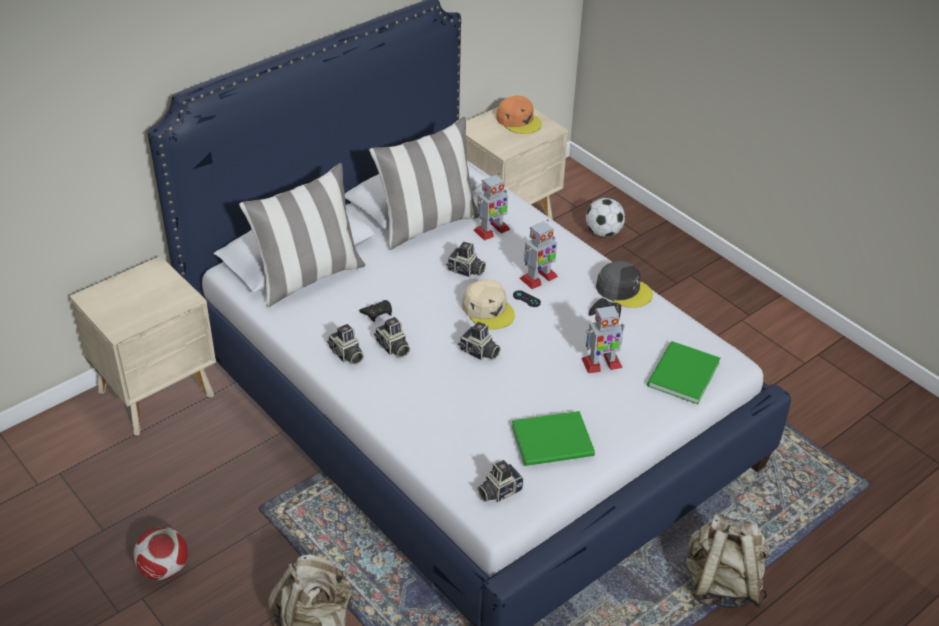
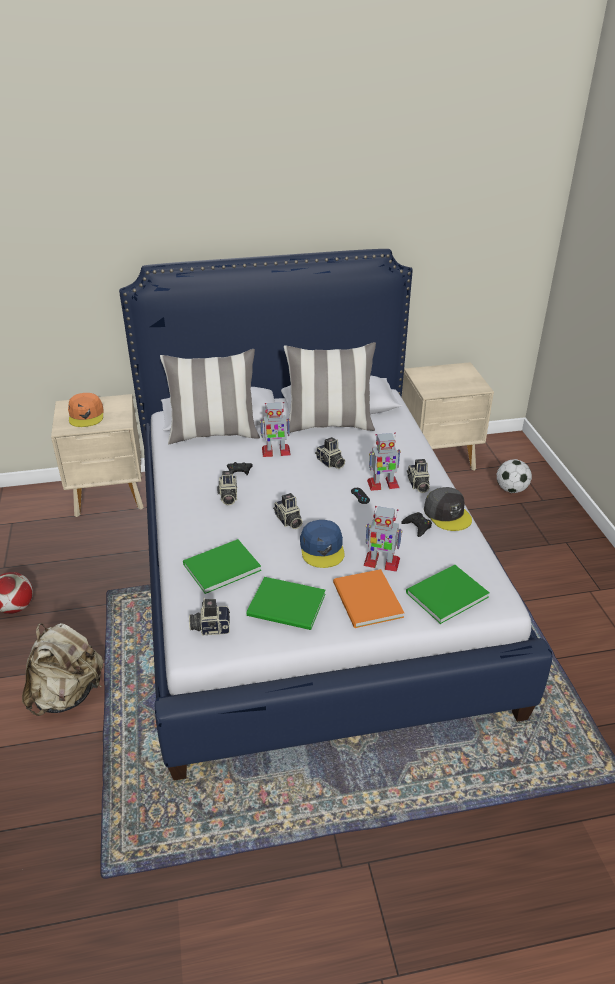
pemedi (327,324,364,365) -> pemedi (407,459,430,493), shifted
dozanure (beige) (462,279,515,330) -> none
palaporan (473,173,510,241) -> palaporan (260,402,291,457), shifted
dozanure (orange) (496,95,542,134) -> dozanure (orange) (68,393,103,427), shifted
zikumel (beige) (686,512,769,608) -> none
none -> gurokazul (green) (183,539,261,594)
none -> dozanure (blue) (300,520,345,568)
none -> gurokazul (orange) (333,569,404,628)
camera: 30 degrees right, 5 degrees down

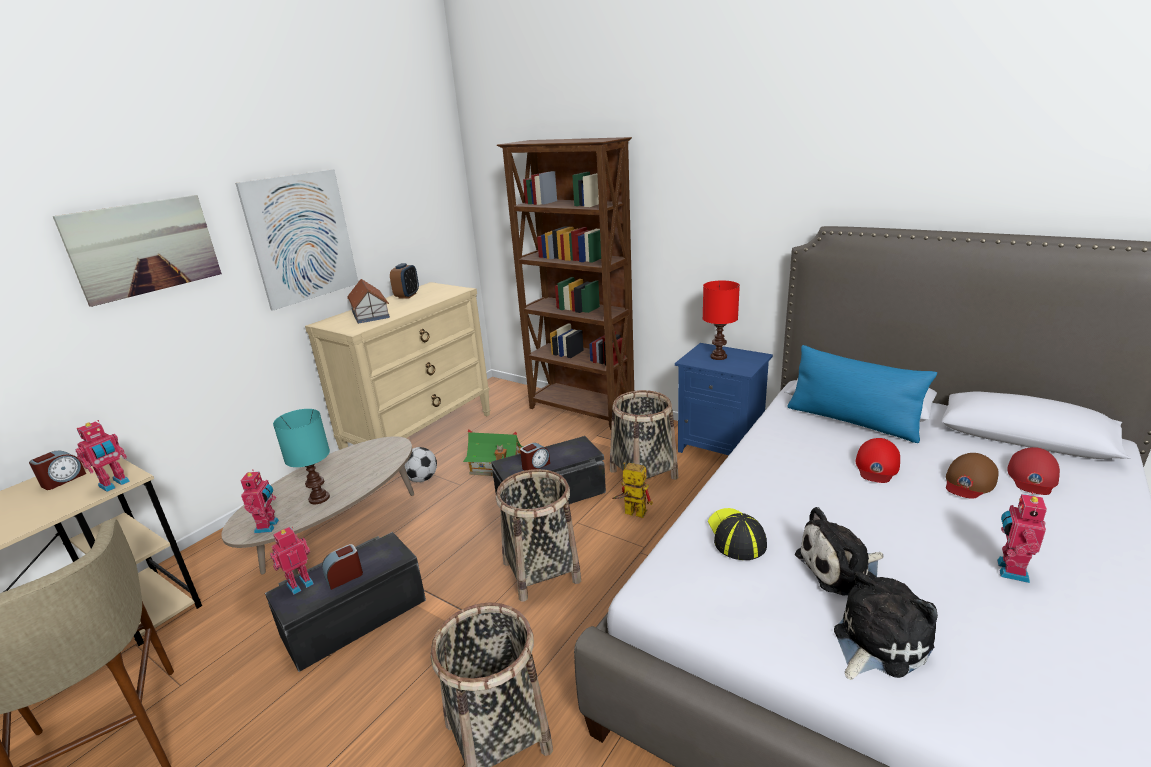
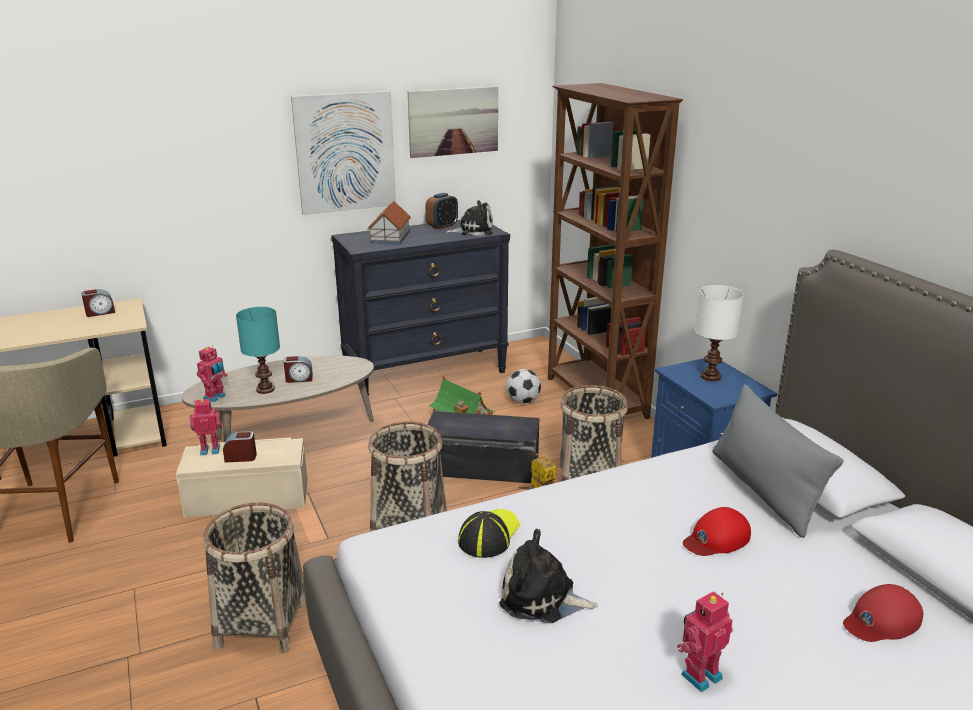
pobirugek (53,195,222,307) -> pobirugek (408,86,498,158), shifted
palaporan (76,420,130,492) -> none
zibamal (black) (265,532,426,672) -> zibamal (beige) (176,437,308,518)
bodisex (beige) (305,282,490,450) -> bodisex (black) (331,220,510,395)
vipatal (404,447,437,482) -> vipatal (506,369,541,403), shifted
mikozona (520,443,550,471) -> mikozona (284,356,313,383), shifted
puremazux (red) (703,280,740,360) -> puremazux (white) (695,285,744,381)
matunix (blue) (788,345,937,443) -> matunix (grey) (712,384,844,538)
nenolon (834,571,938,680) -> nenolon (446,200,493,236), shifted
dozanure (brown) (946,453,999,499) -> none
camera: 30 degrees right, 0 degrees up

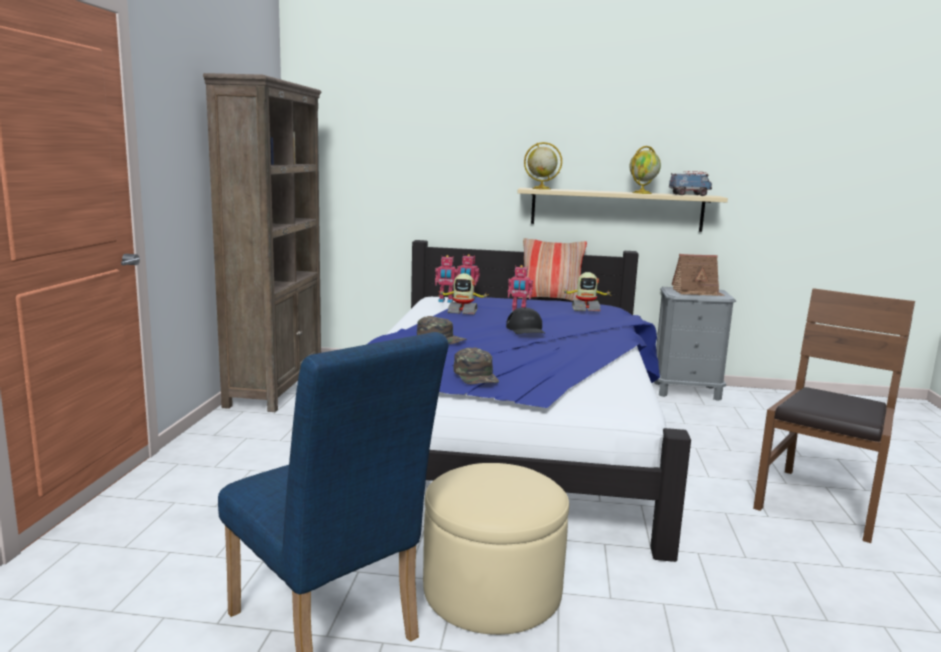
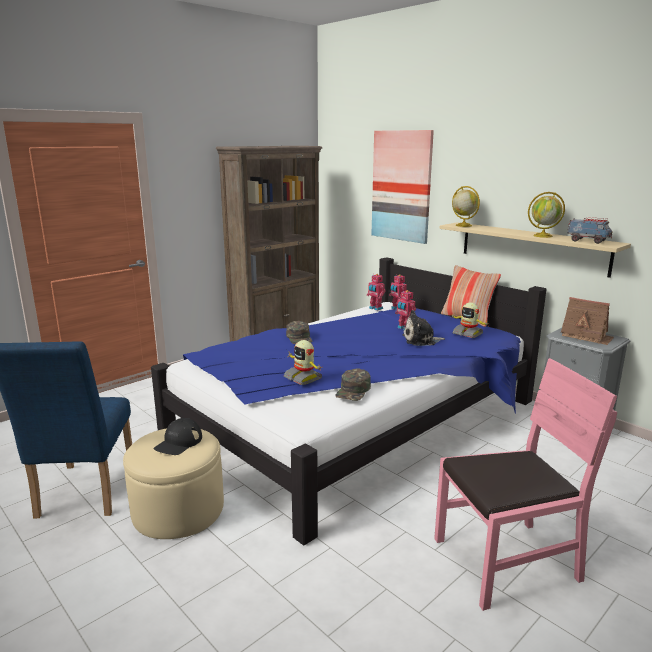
palaporan (440,273,489,315) -> palaporan (284,340,322,385), shifted
dozanure (green) (453,348,499,384) -> dozanure (green) (335,368,371,401), shifted
dozanure (black) (506,307,546,334) -> dozanure (black) (153,418,202,455), shifted
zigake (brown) (753,288,915,543) -> zigake (pink) (434,358,617,611)
none -> pobirugek (371,130,434,244)
none -> nenolon (403,310,445,346)
camera: 40 degrees right, 5 degrees up

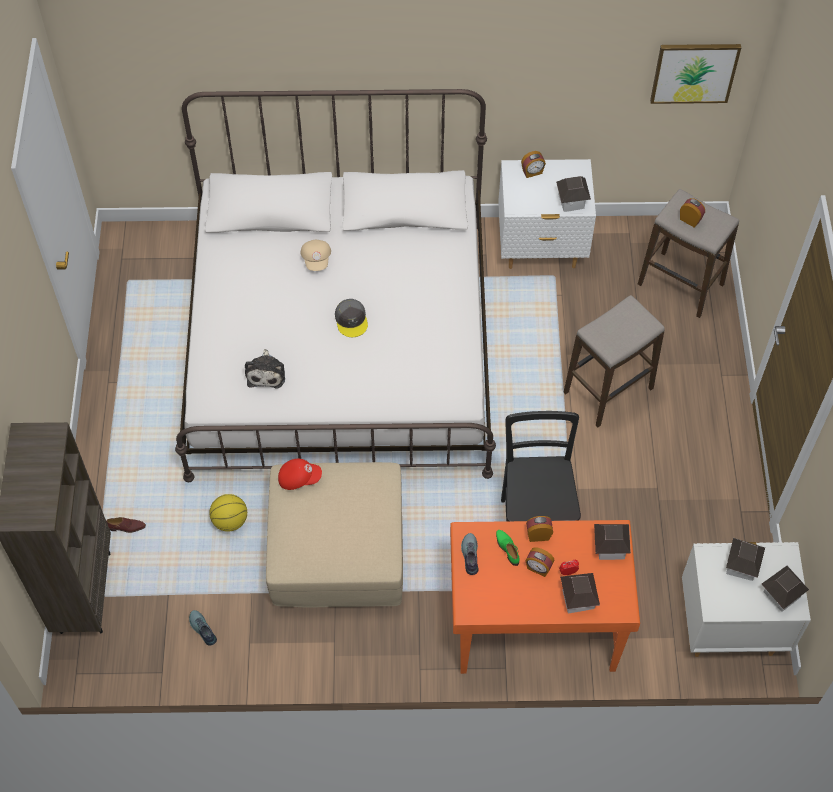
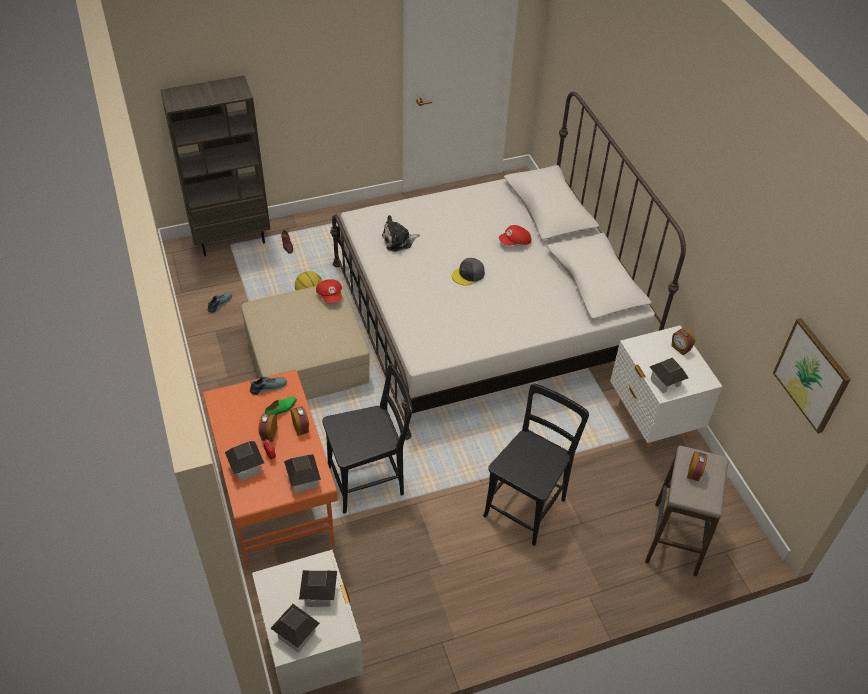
dozanure (beige) (301,240,331,271) -> dozanure (red) (499,225,531,246)
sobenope (564,295,665,427) -> zigake (black) (483,383,589,546)
camera: 70 degrees right, 10 degrees down

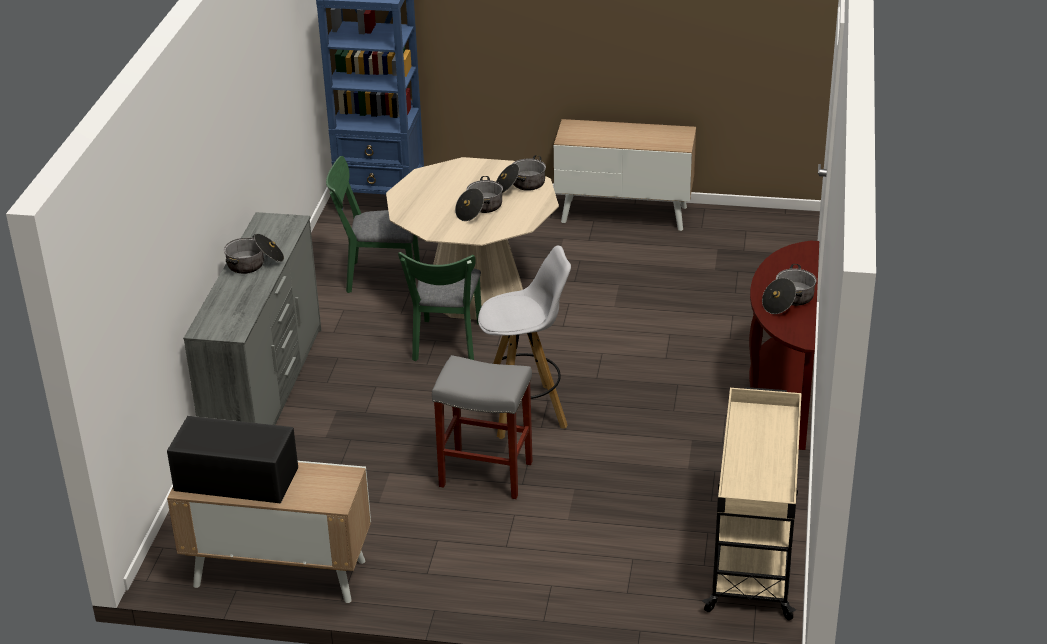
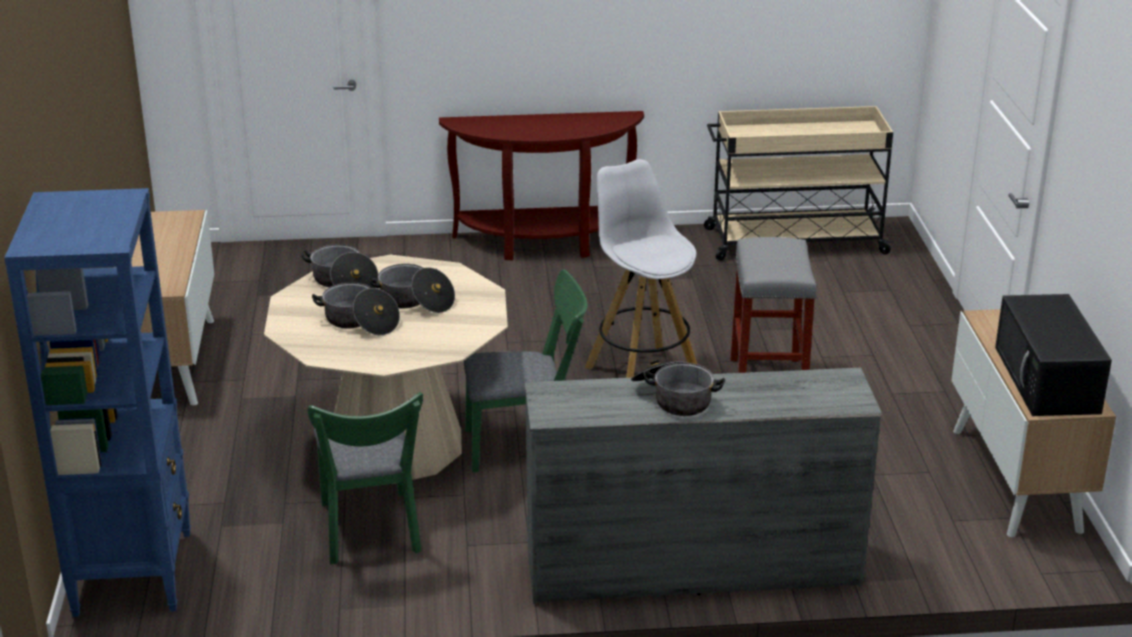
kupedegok (762,264,817,314) -> kupedegok (312,282,400,335), shifted
camera: 105 degrees left, 5 degrees down

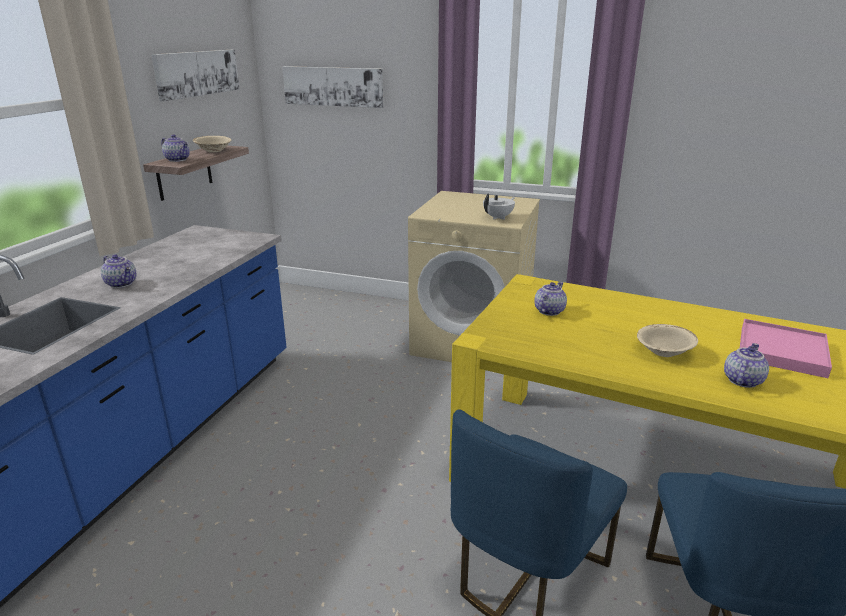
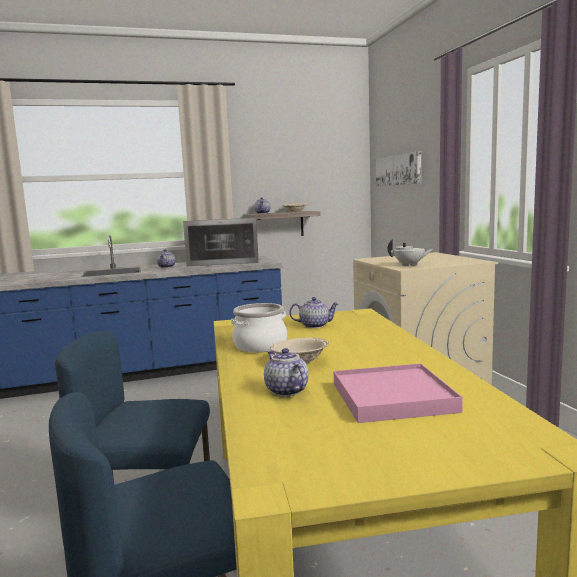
pobirugek (151,50,239,101) -> none
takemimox (724,343,769,388) -> takemimox (264,348,309,396), 120 degrees counterclockwise
none -> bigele (183,218,259,266)
none -> kupedegok (231,303,287,353)
camera: 55 degrees right, 15 degrees down

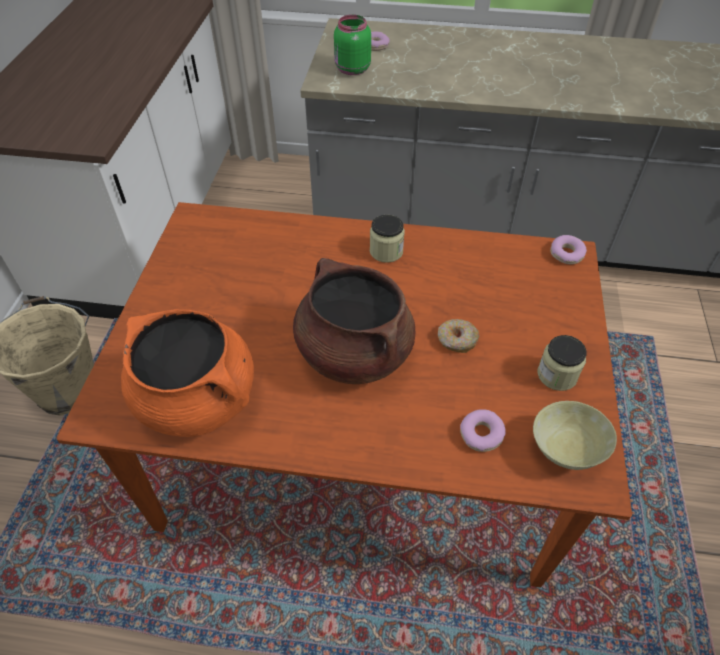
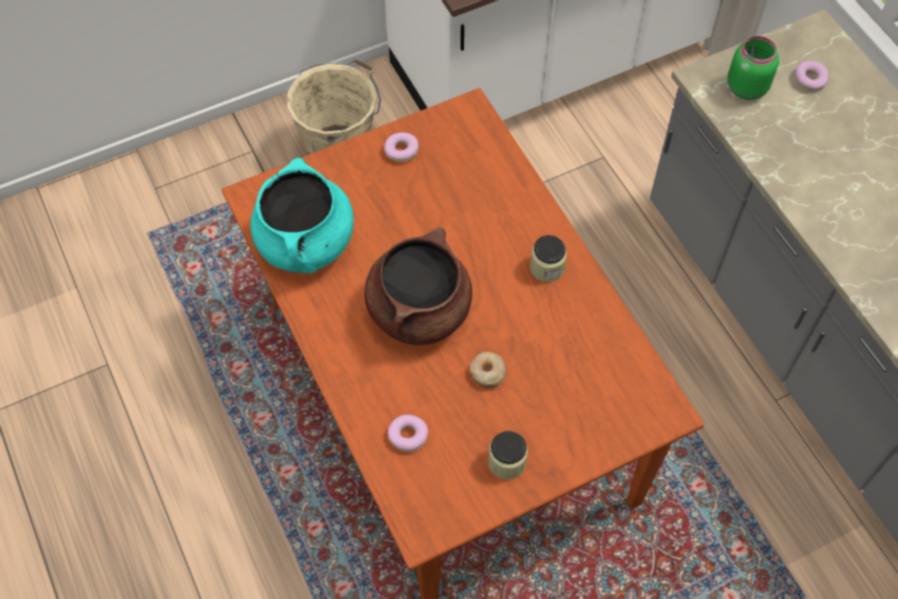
kupedegok (orange) (121,309,254,437) -> kupedegok (turquoise) (250,158,354,273)
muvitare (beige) (533,401,617,470) -> none
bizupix (550,235,587,264) -> bizupix (384,132,419,162), shifted
camera: 55 degrees right, 10 degrees up

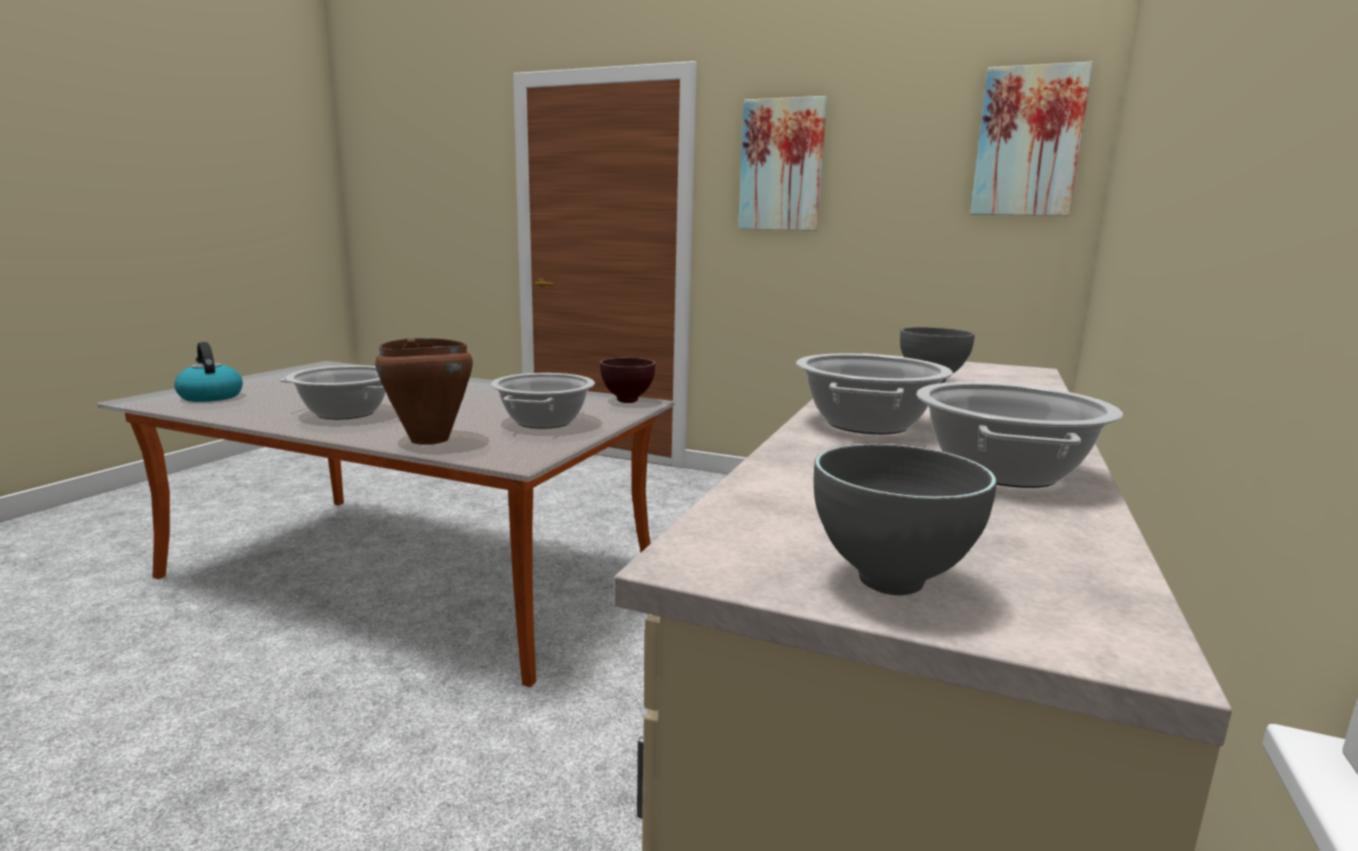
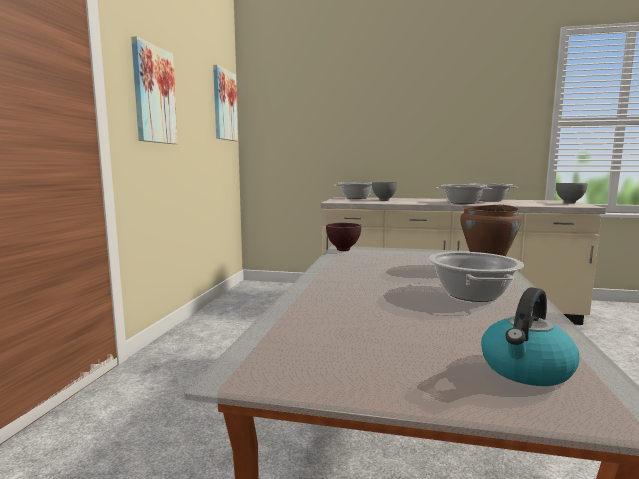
kupedegok (491,373,595,429) -> kupedegok (334,182,372,199), shifted
camera: 100 degrees left, 5 degrees down

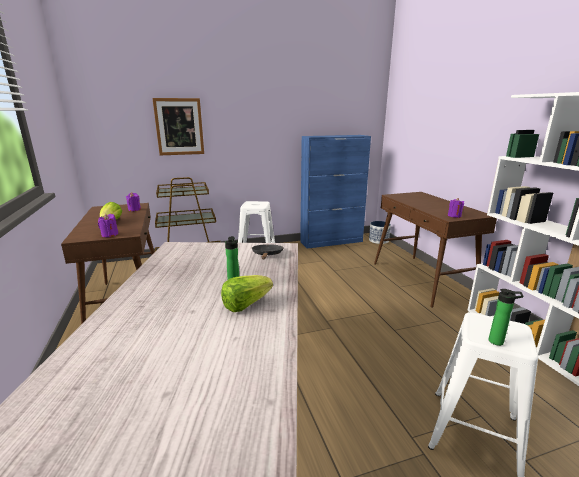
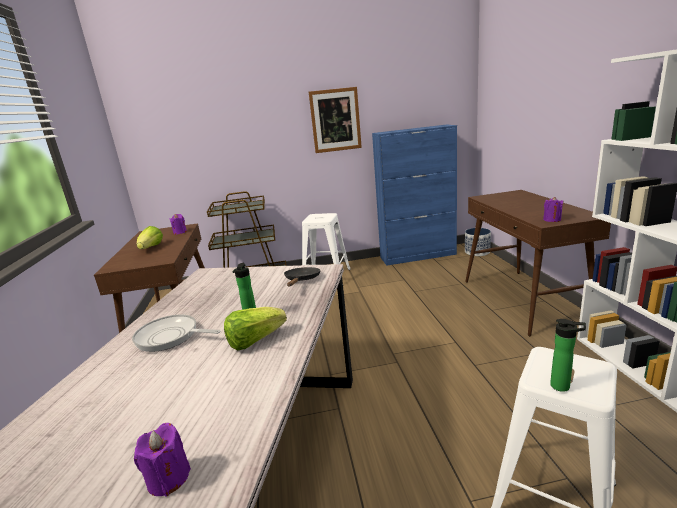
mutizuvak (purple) (98,214,118,237) -> mutizuvak (purple) (134,423,191,497), shifted
pobirugek (152,98,204,155) -> pobirugek (309,87,362,153), shifted
none -> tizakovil (132,314,221,352)
camera: 10 degrees right, 0 degrees up

